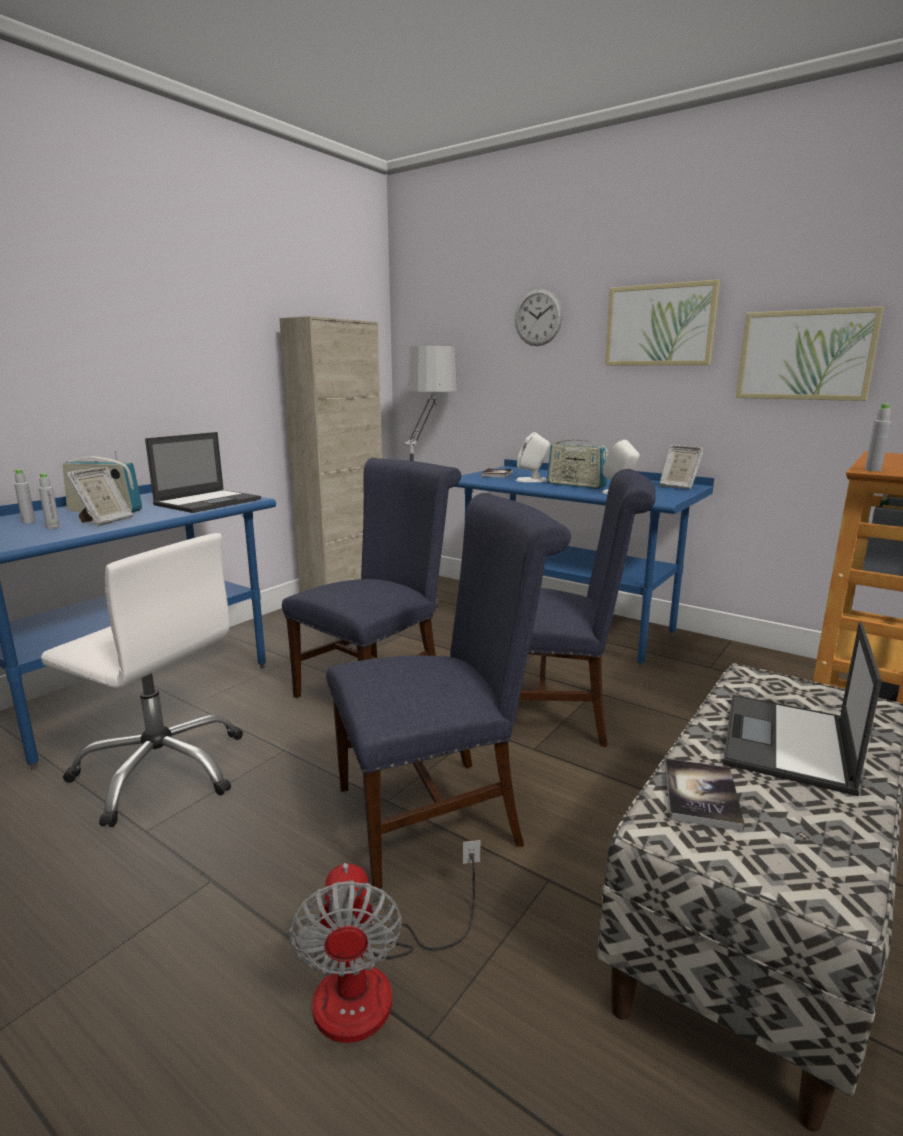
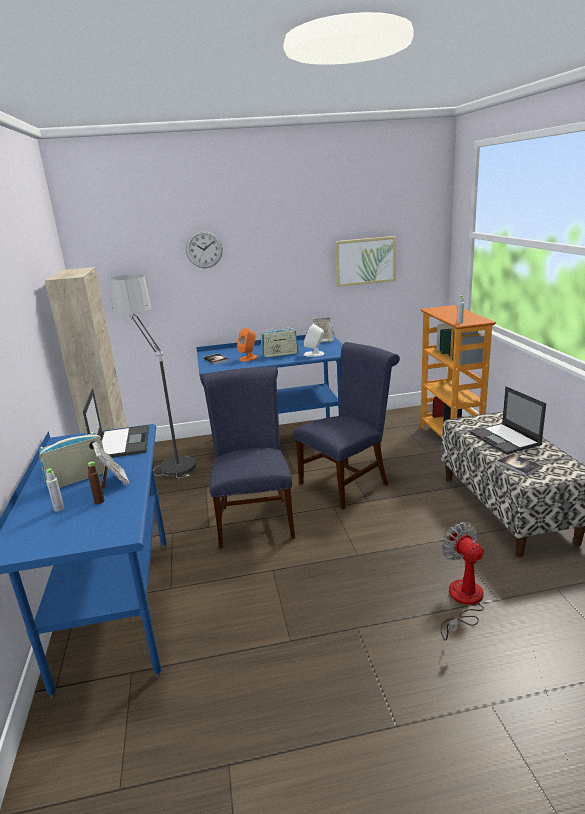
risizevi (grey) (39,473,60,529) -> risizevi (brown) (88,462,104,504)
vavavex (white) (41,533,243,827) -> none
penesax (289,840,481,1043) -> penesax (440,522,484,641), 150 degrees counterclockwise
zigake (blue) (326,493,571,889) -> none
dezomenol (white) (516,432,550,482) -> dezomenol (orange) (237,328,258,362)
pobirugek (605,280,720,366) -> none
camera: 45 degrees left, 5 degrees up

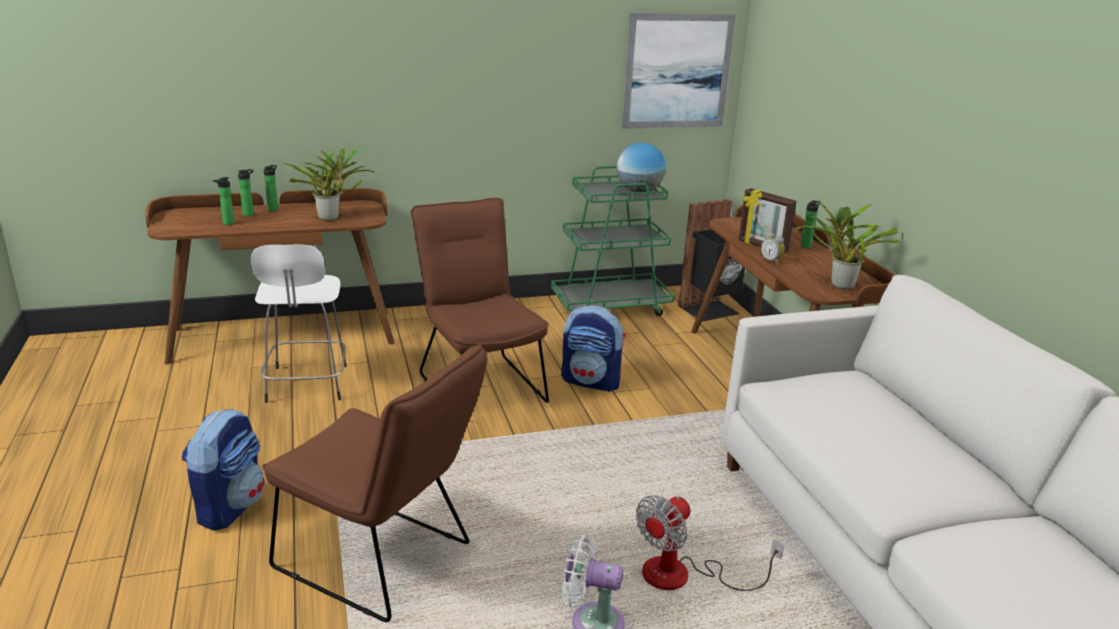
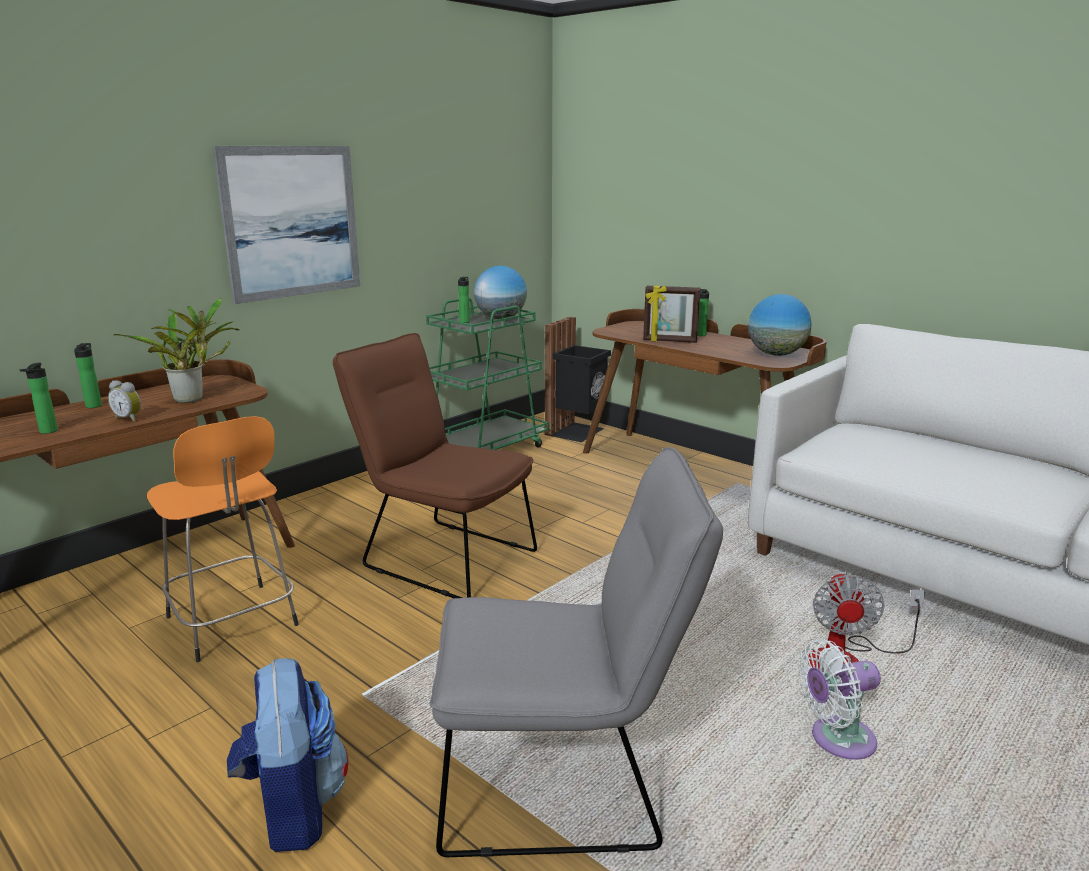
risizevi (238,169,254,216) -> risizevi (458,277,470,323), shifted
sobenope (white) (251,244,347,403) -> sobenope (orange) (147,416,299,662)
zigake (brown) (262,343,487,622) -> zigake (grey) (430,447,723,857)
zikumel (561,306,626,392) -> none
pobirugek (621,13,736,129) -> pobirugek (213,146,360,304), shifted
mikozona (761,232,785,265) -> mikozona (108,380,141,422), shifted
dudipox (795,199,899,290) -> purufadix (748,294,811,356)
camera: 30 degrees left, 5 degrees down

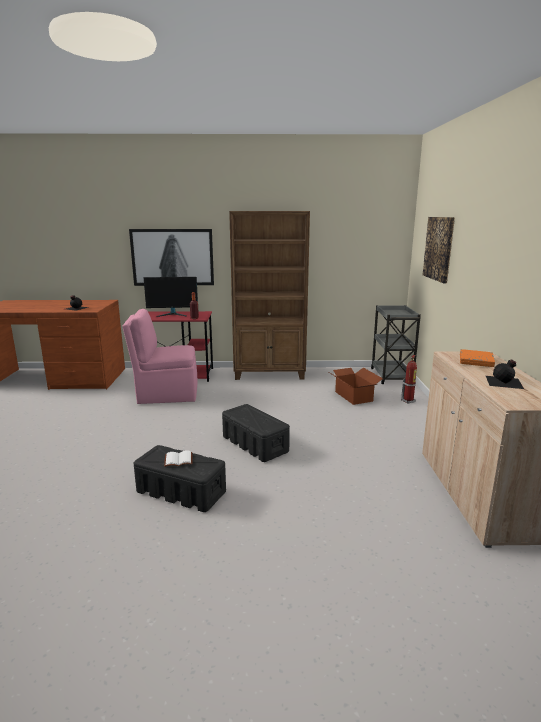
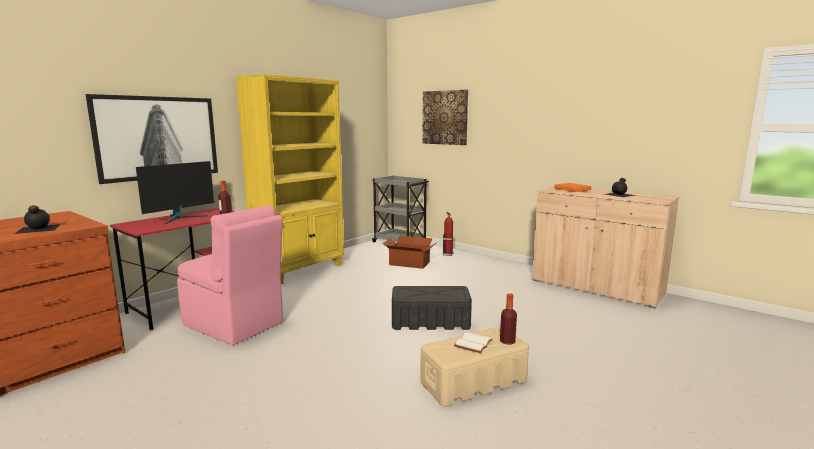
zigake (pink) (122,309,197,404) -> zigake (pink) (177,205,283,345), 90 degrees counterclockwise
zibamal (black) (134,445,226,512) -> zibamal (beige) (420,327,529,407)
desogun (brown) (229,211,310,380) -> desogun (yellow) (236,74,344,284)
none -> risizevi (500,293,517,345)
camera: 50 degrees left, 5 degrees down

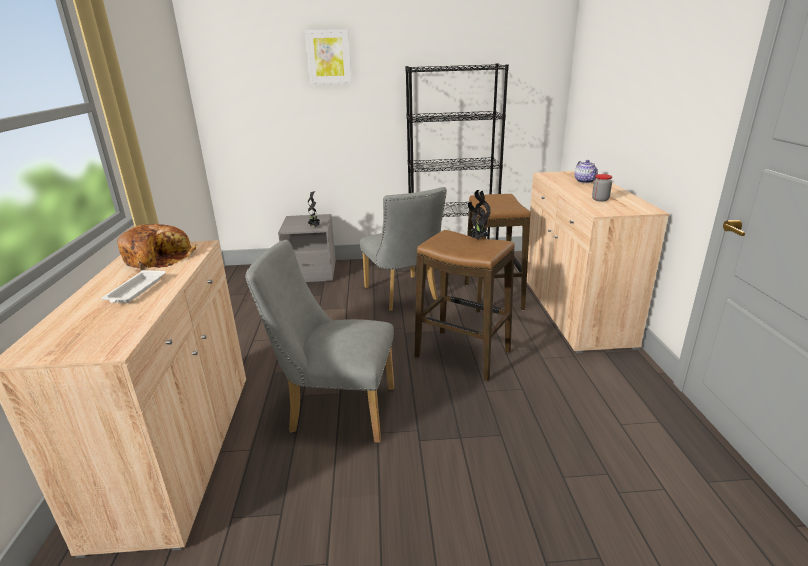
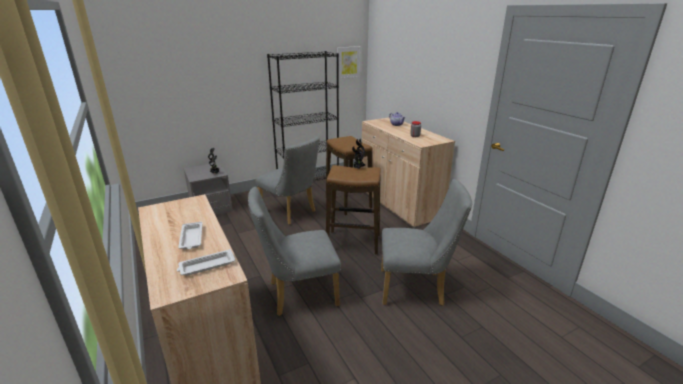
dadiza (117,224,196,268) -> none
pobirugek (305,29,352,84) -> pobirugek (337,46,361,79), shifted
none -> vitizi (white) (177,249,235,276)
none -> zigake (grey) (381,179,472,306)
camera: 25 degrees left, 0 degrees up

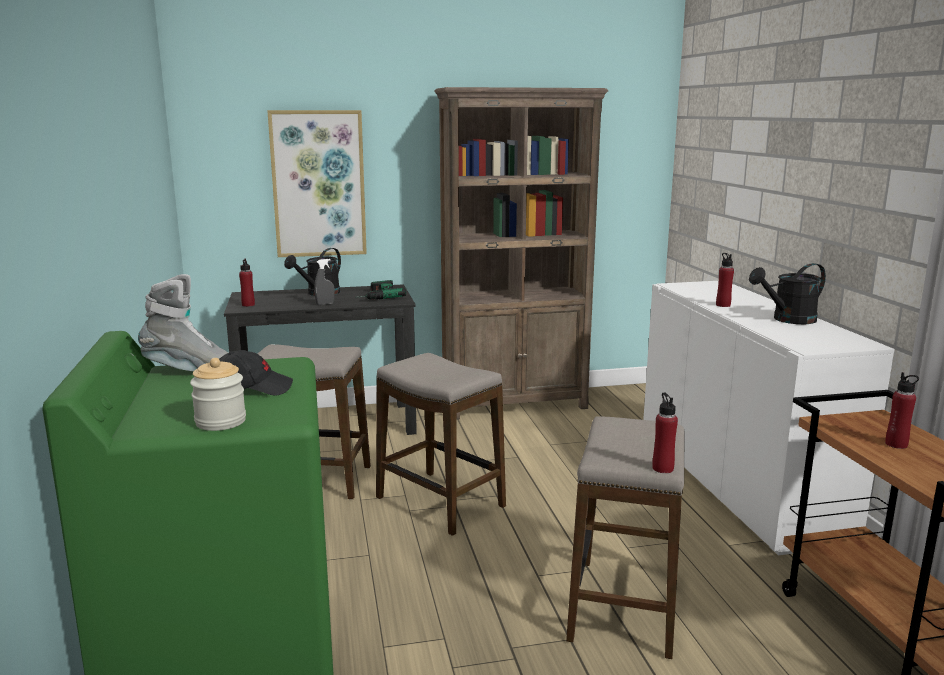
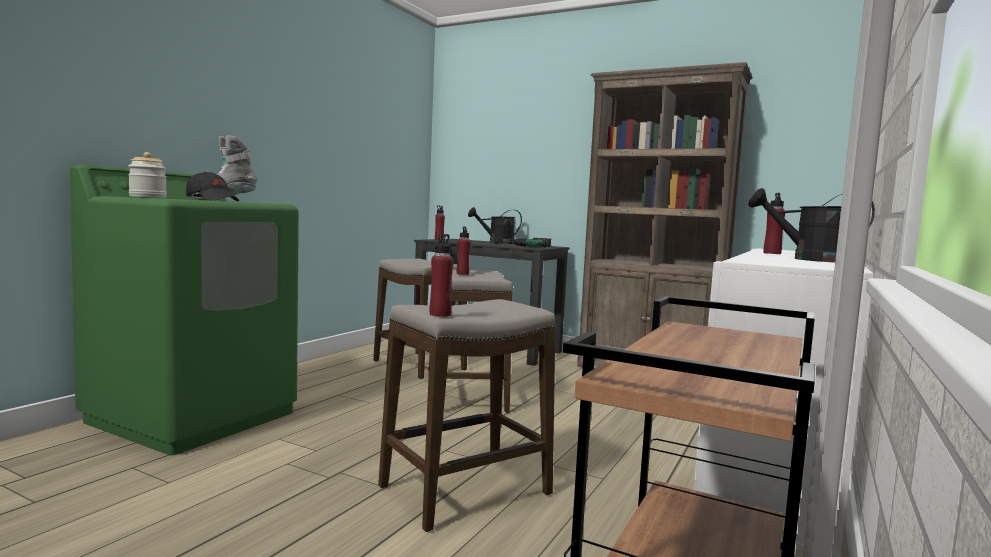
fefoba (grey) (138,274,228,371) -> fefoba (grey) (193,135,257,200), 90 degrees clockwise
pobirugek (267,110,367,257) -> none
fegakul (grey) (314,259,335,305) -> none
risizevi (red) (885,372,919,449) -> risizevi (red) (457,227,471,275), shifted
camera: 40 degrees right, 10 degrees down

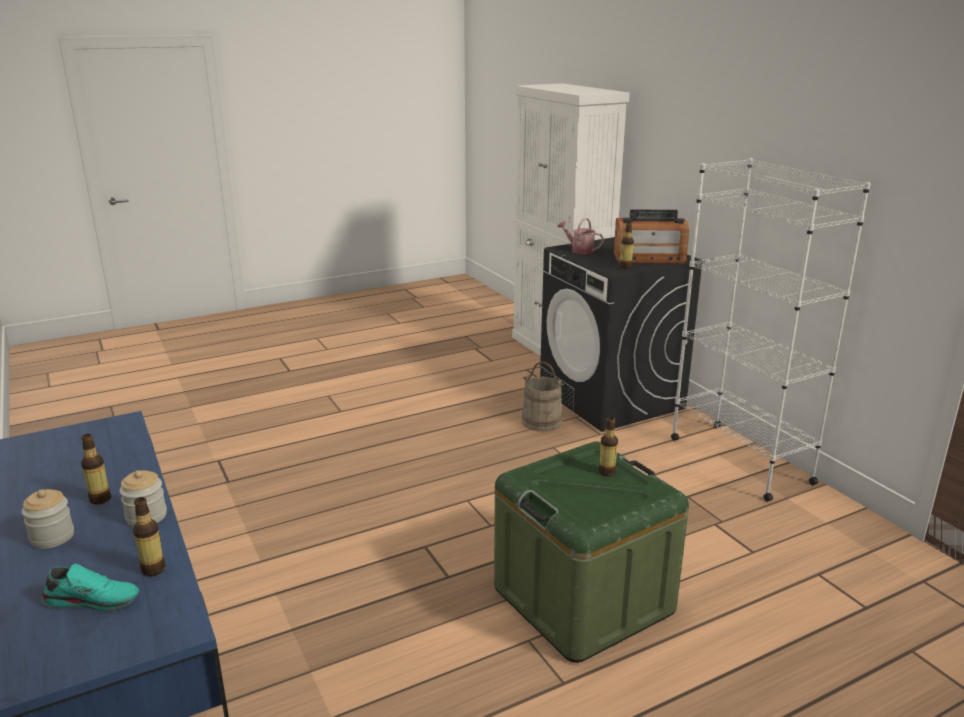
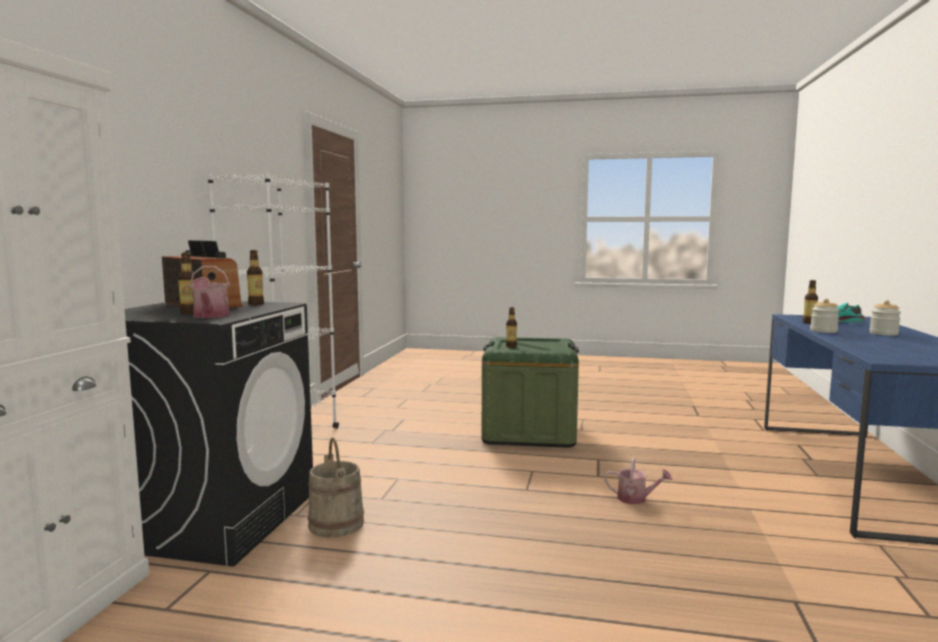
risizevi (81,434,111,505) -> risizevi (178,252,196,314), shifted
none -> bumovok (604,458,673,504)
camera: 140 degrees left, 15 degrees down

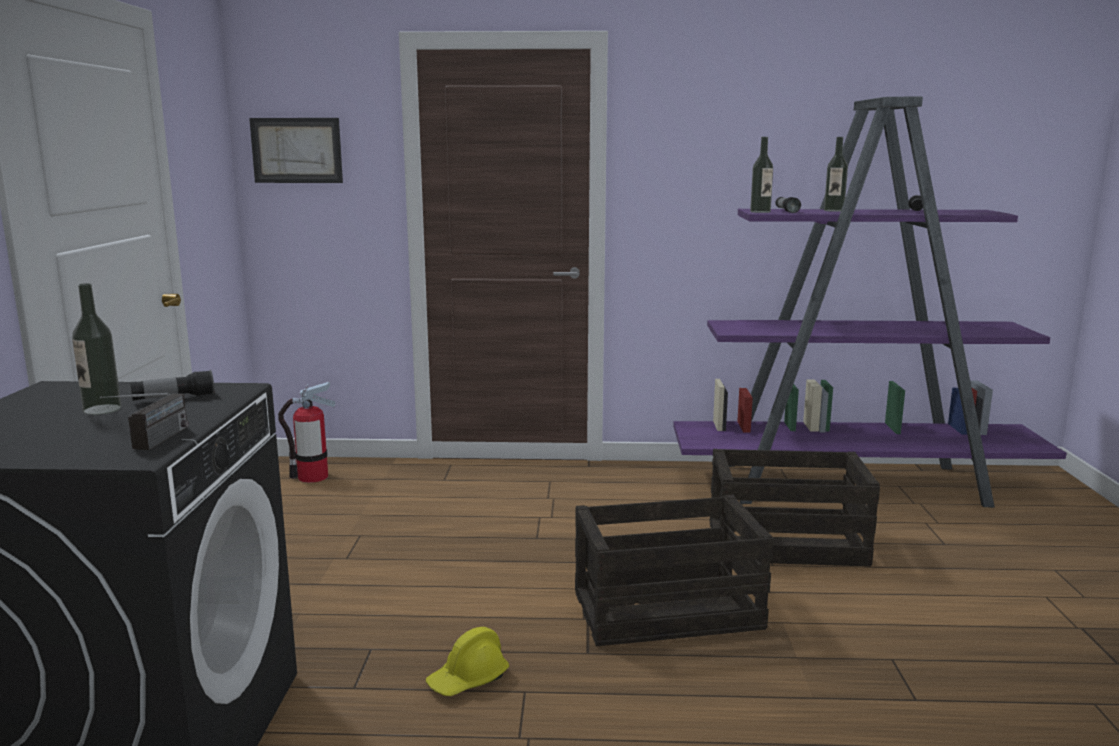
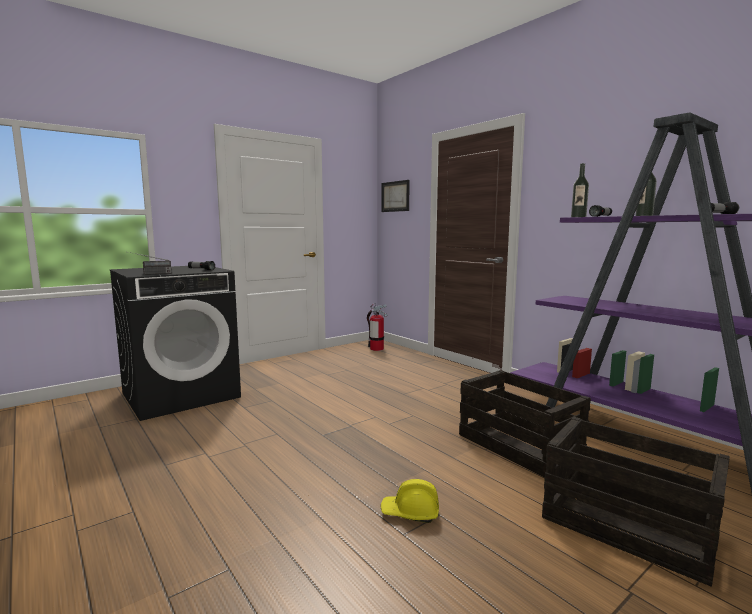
risizevi (72,283,121,415) -> none
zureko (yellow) (426,627,509,696) -> zureko (yellow) (381,479,439,523), shifted
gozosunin (575,495,773,646) -> gozosunin (542,417,730,587), shifted
camera: 50 degrees right, 5 degrees down

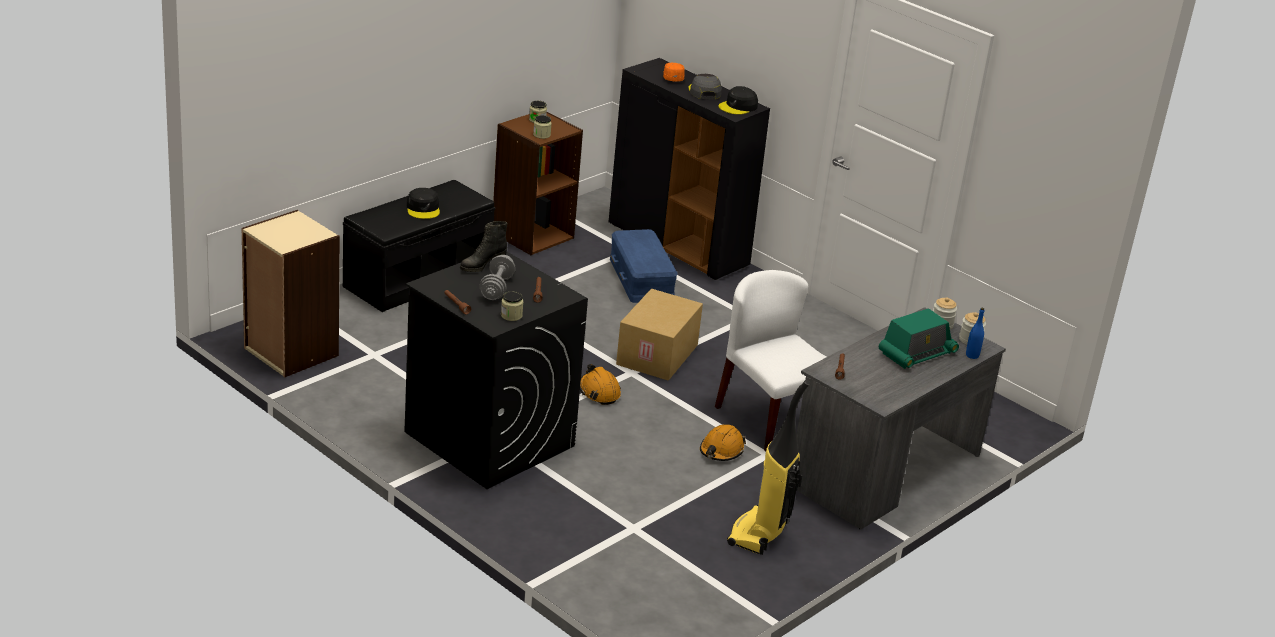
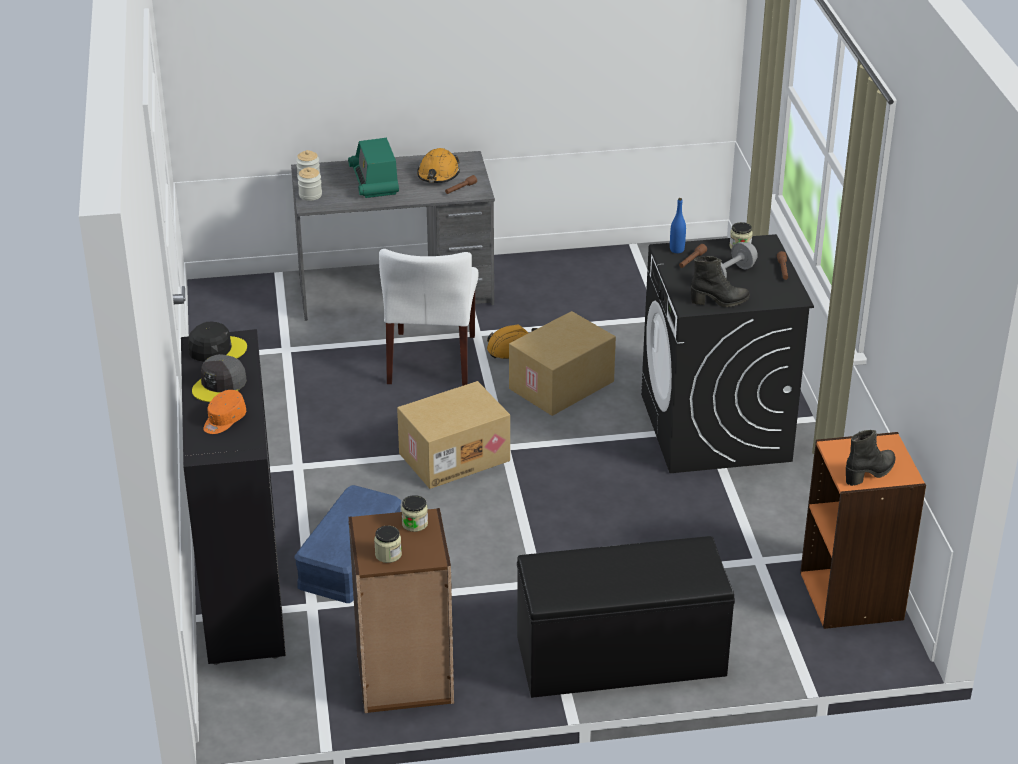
desogun (beige) (242,210,340,377) -> desogun (orange) (800,432,926,629)
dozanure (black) (407,188,440,219) -> none
zureko (orange) (580,364,621,405) -> zureko (orange) (417,148,460,183), shifted
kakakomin (727,380,811,555) -> none
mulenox (879,308,959,369) -> mulenox (348,138,399,198), 105 degrees counterclockwise
risizevi (blue) (966,308,984,359) -> risizevi (blue) (670,198,686,253), shifted
none -> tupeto (509,311,616,416)
none -> fefoba (black) (846,430,896,486)
camera: 140 degrees left, 5 degrees up

